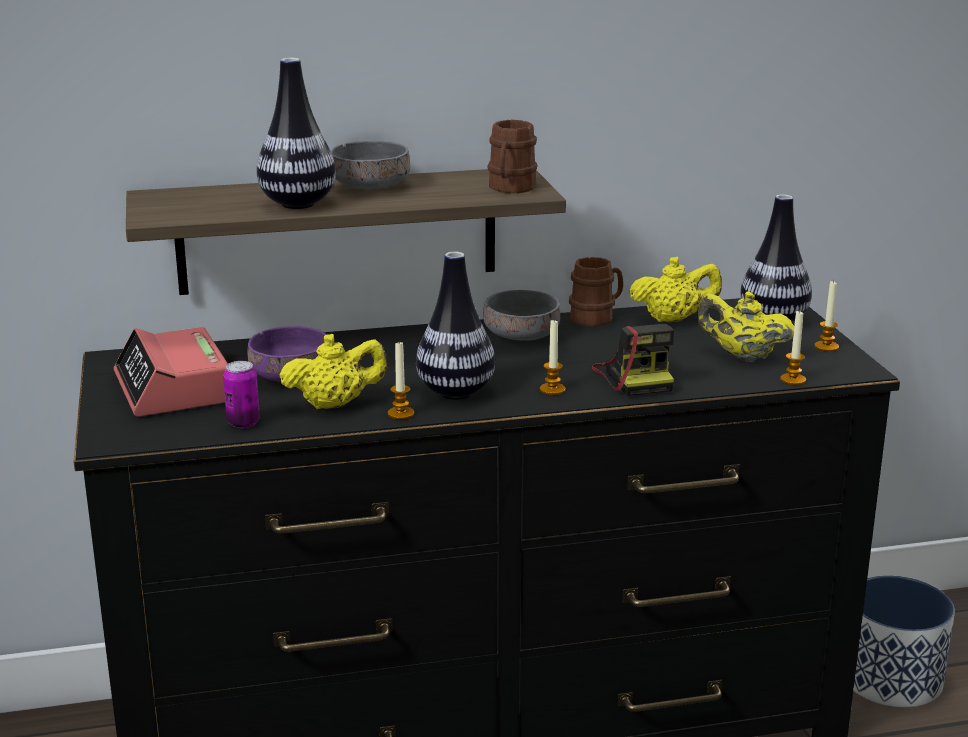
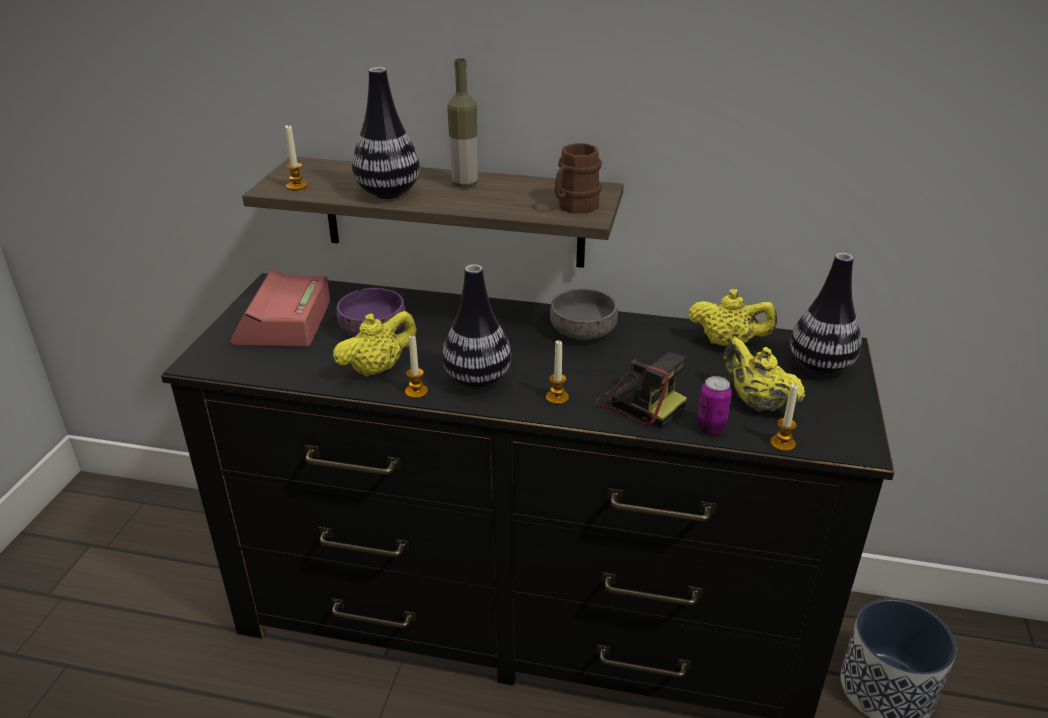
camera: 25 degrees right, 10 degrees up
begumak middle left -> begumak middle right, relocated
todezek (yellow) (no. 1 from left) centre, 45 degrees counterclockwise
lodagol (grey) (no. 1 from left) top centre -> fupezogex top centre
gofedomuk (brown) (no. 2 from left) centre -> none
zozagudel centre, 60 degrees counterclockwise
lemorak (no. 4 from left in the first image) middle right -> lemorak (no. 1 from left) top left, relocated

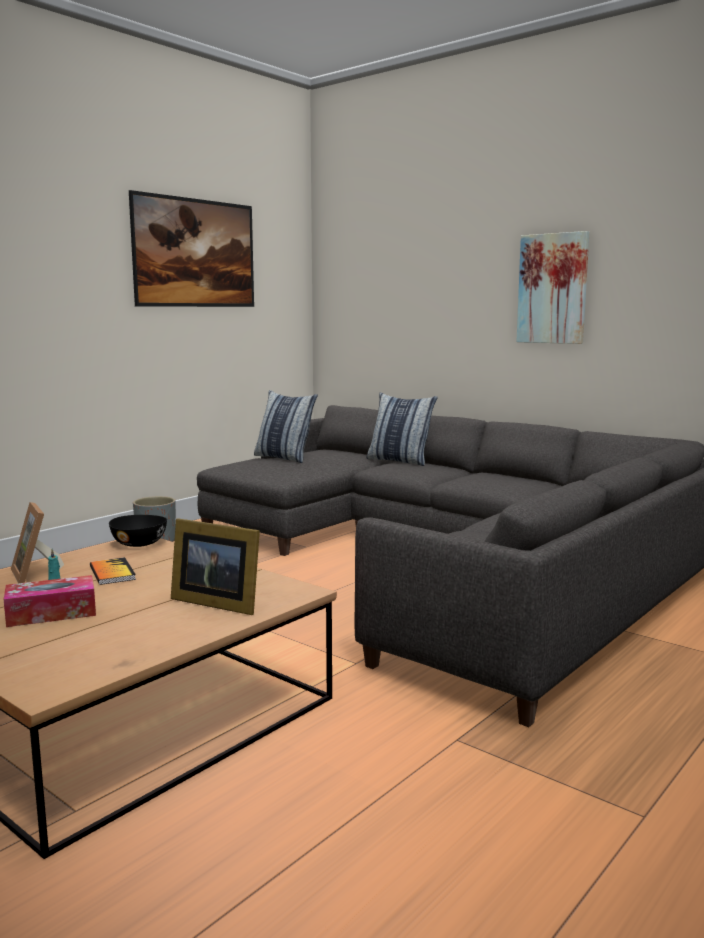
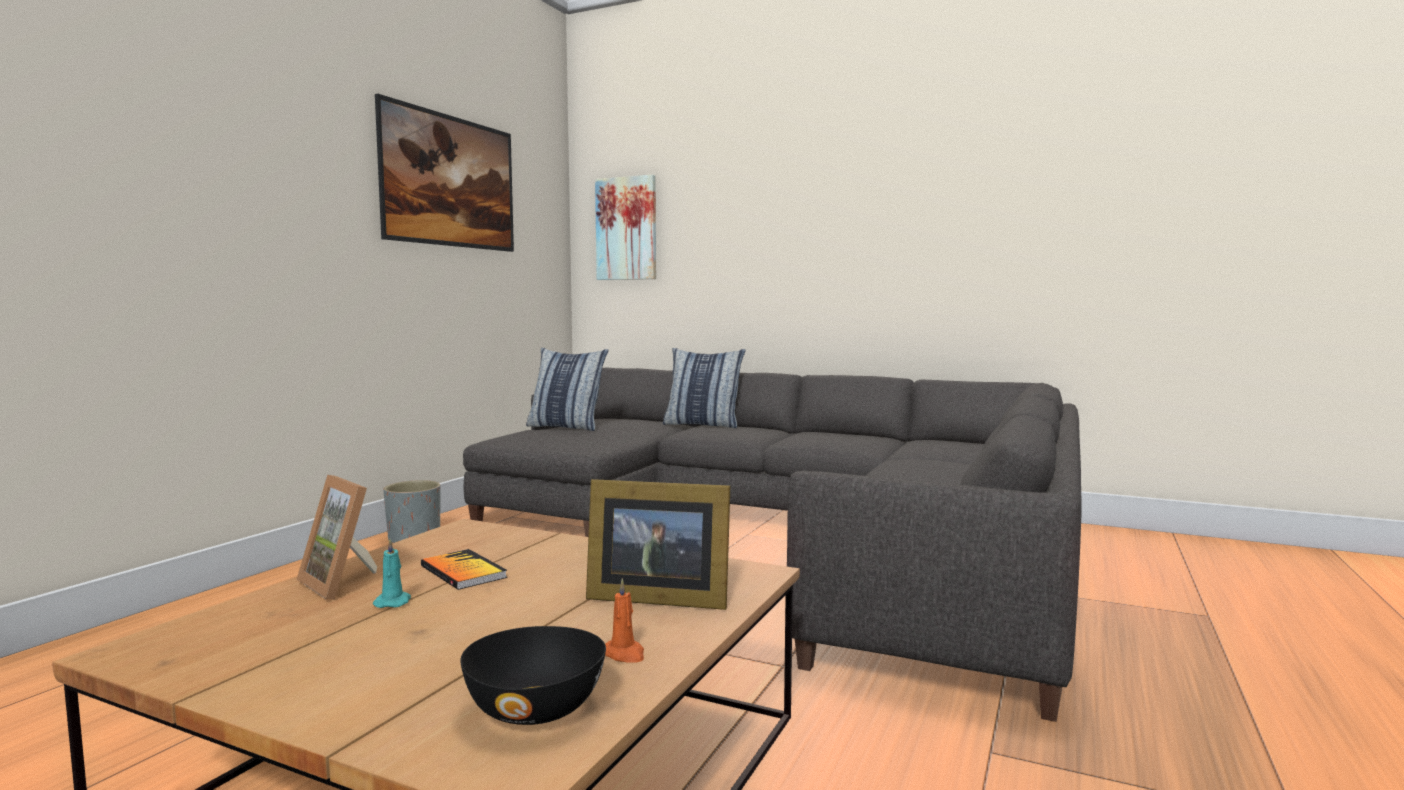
camera: 15 degrees left, 5 degrees down
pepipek middle left -> none
lodagol (black) middle left -> lodagol (black) bottom centre, relocated
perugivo (no. 2 from left) top right -> perugivo (no. 2 from left) top centre, relocated
none -> lemorak (orange) bottom centre

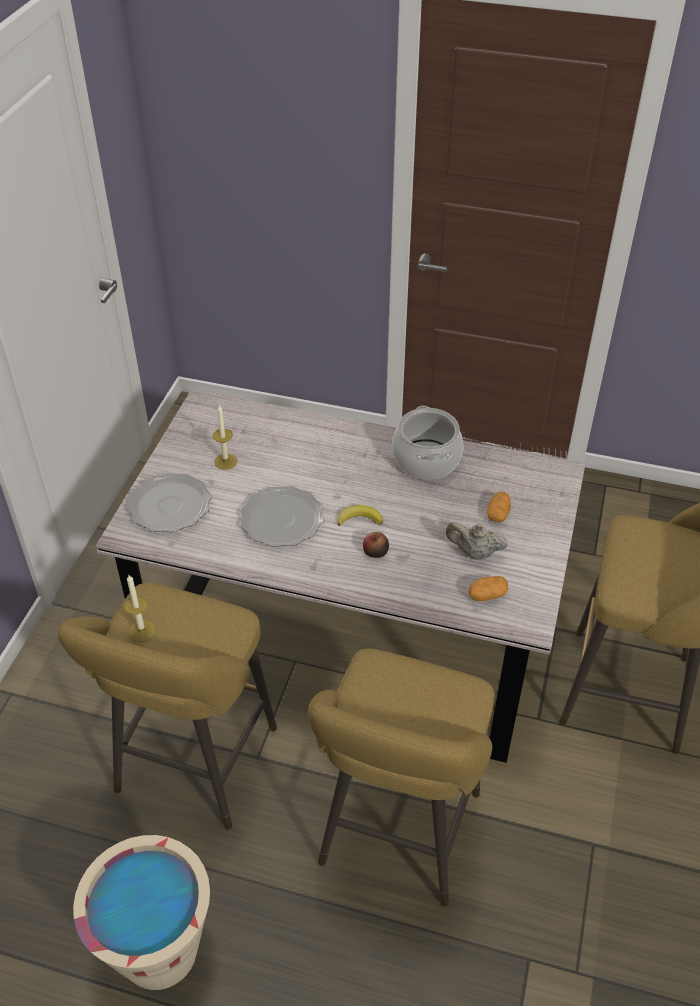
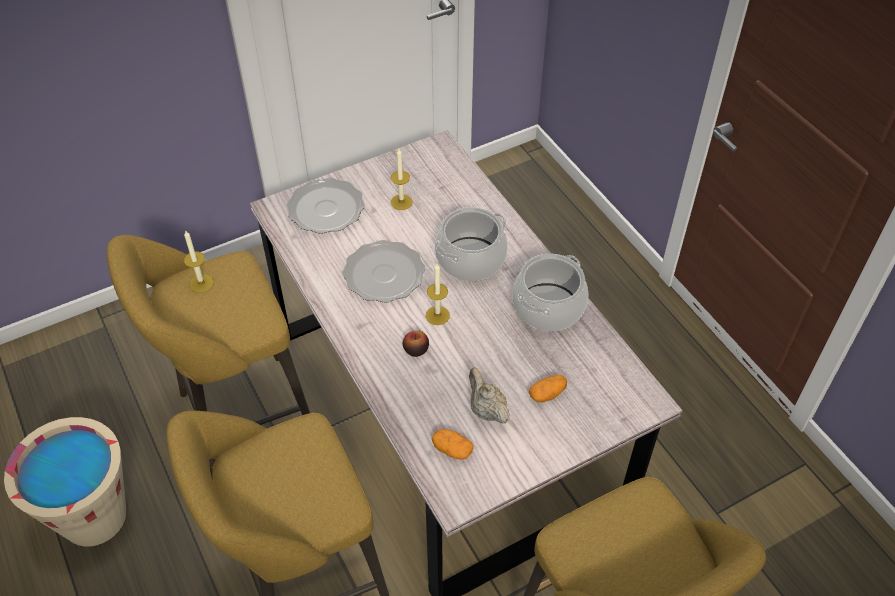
camera: 45 degrees right, 5 degrees up
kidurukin centre -> lemorak (no. 3 from left) centre
none -> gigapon (no. 1 from left) centre

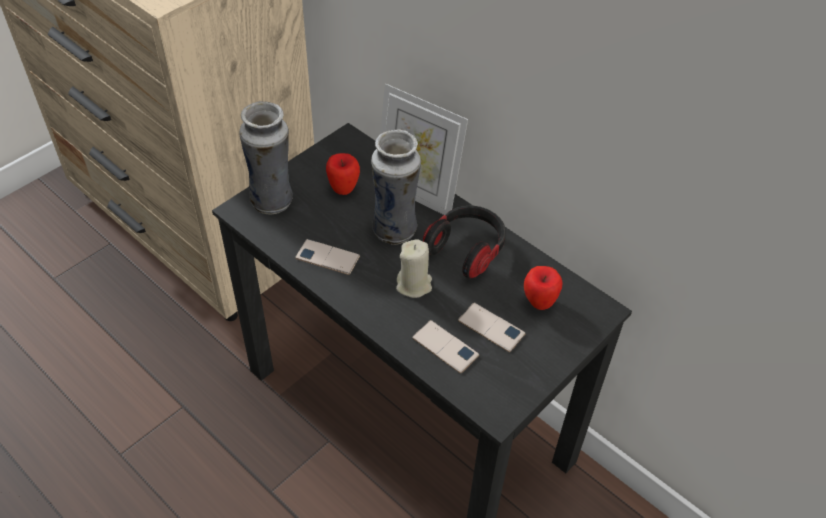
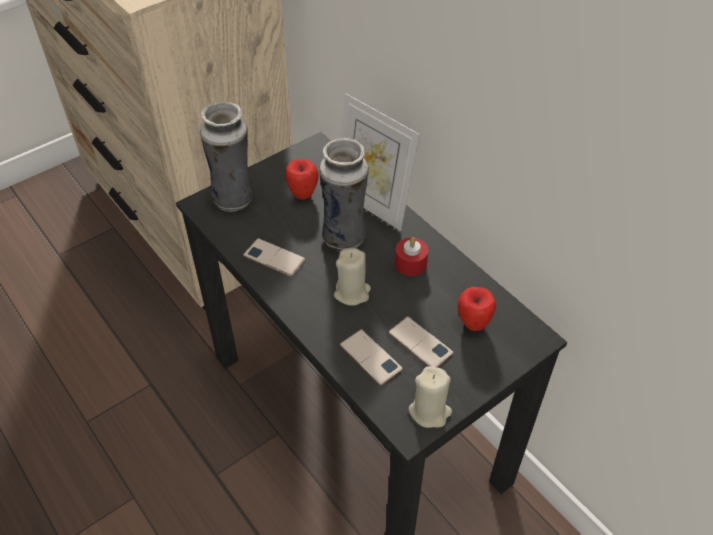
camera: 10 degrees right, 0 degrees up
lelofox centre -> lemorak (red) centre
none -> lemorak (beige) (no. 2 from left) bottom centre

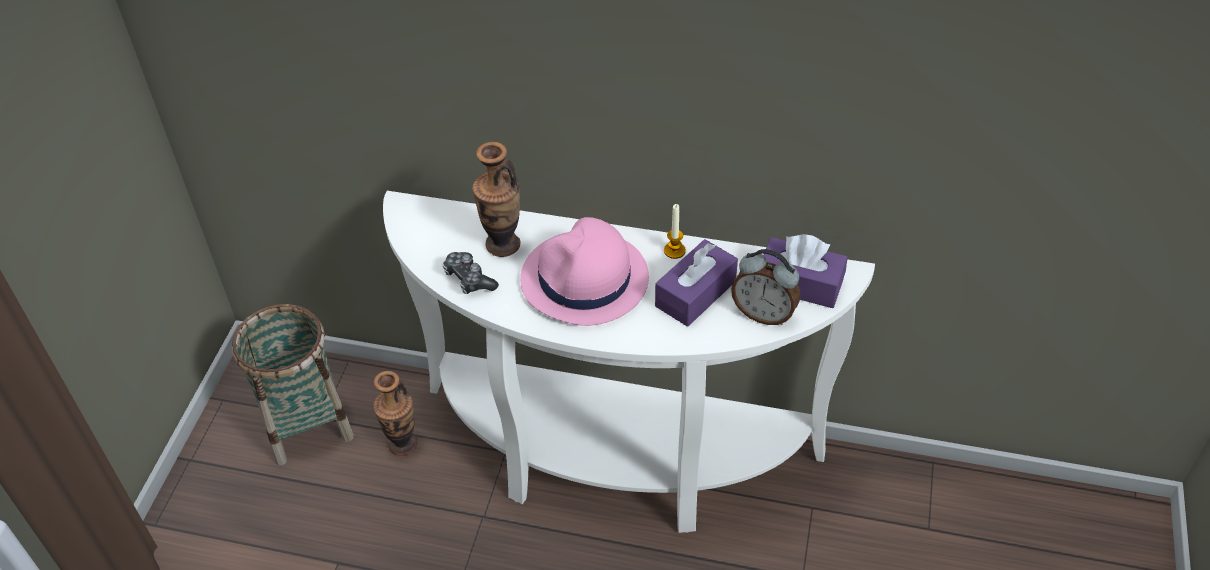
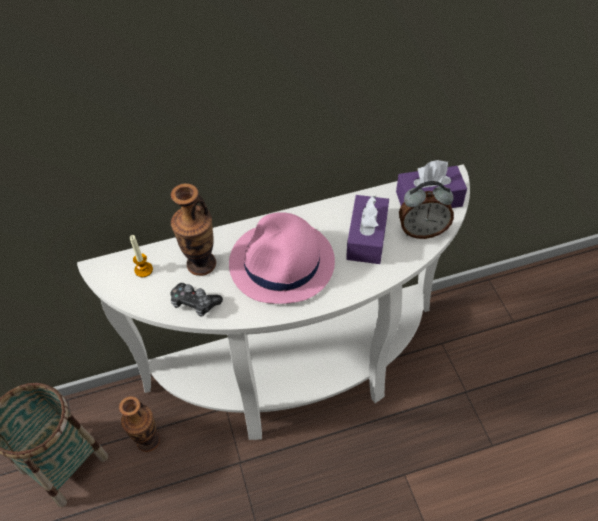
camera: 30 degrees left, 5 degrees up
lemorak centre -> lemorak middle left, relocated

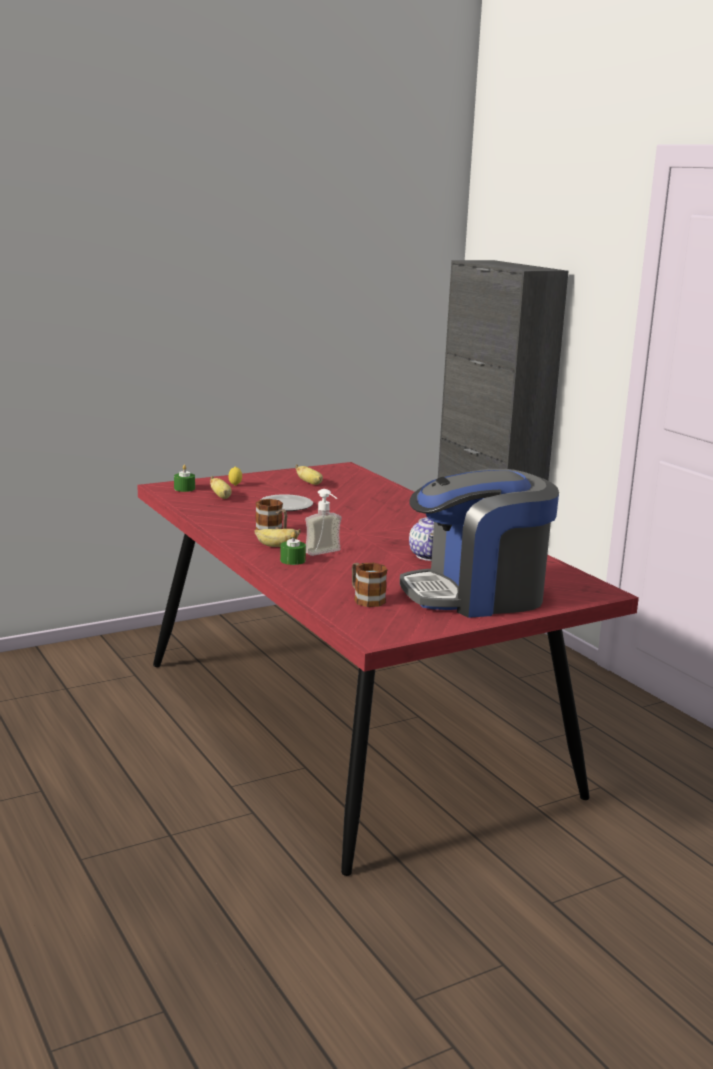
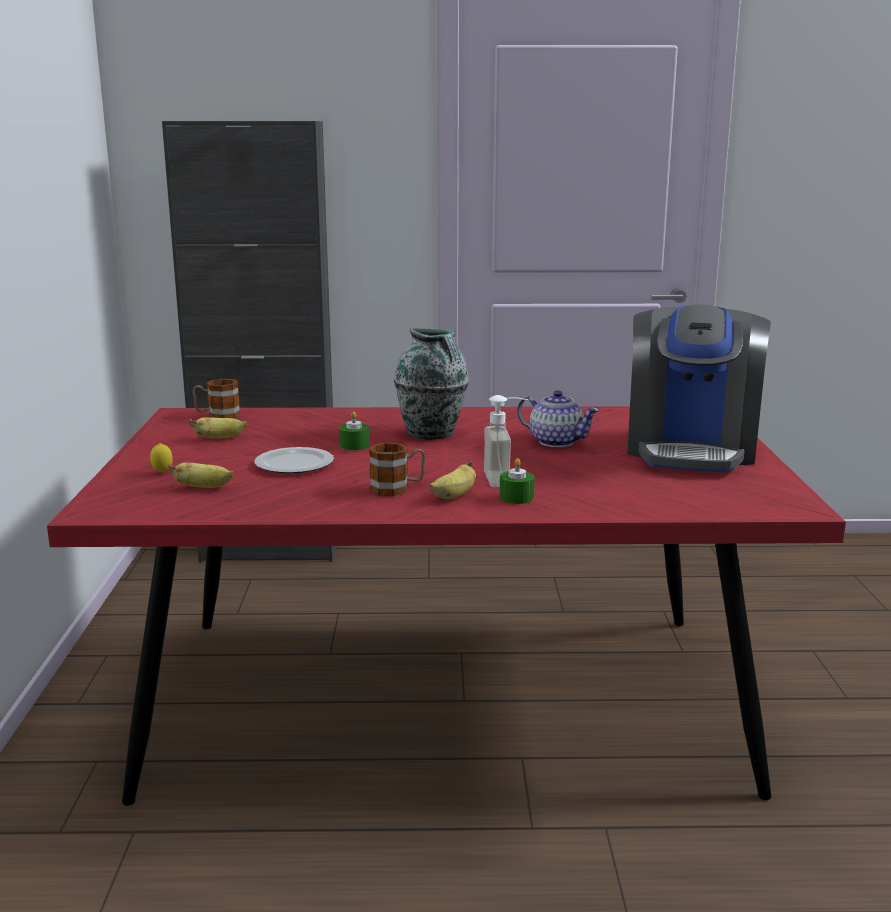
camera: 60 degrees left, 0 degrees up
lemorak (green) (no. 1 from left) middle left -> lemorak (green) (no. 1 from left) centre, relocated
gofedomuk (no. 2 from left in the first image) centre -> gofedomuk (no. 1 from left) middle left, relocated
none -> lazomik centre

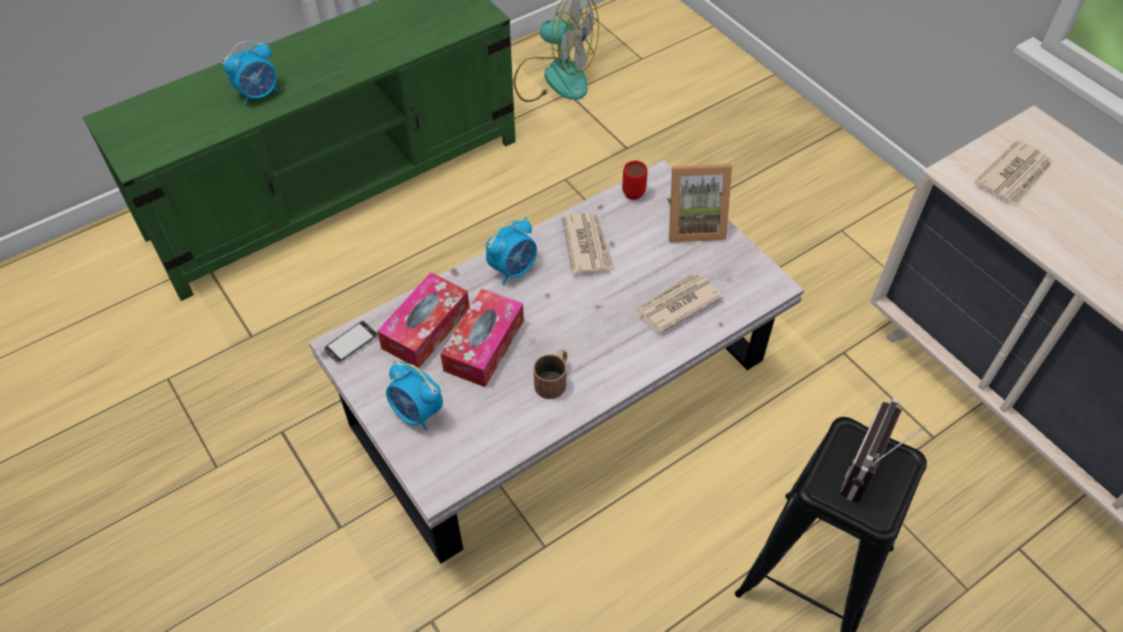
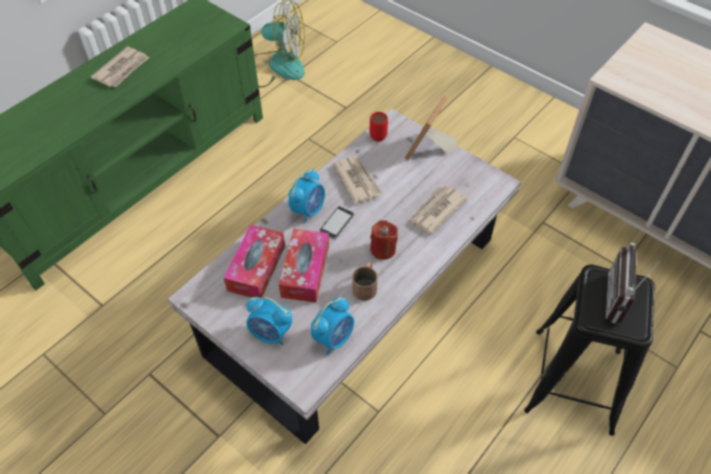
camera: 15 degrees left, 0 degrees up
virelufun (no. 1 from left in the first image) top left -> virelufun (no. 3 from left) bottom centre, relocated
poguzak middle left -> poguzak centre, relocated
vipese top centre, 135 degrees clockwise
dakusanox (no. 3 from left in the first image) top right -> dakusanox (no. 1 from left) top left, relocated
none -> lemorak (red) centre

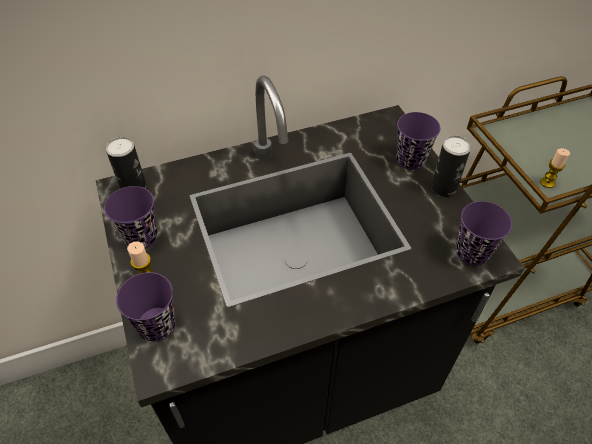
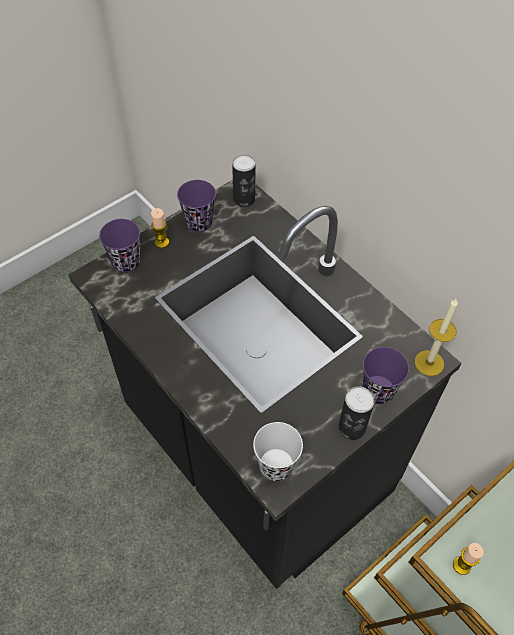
camera: 70 degrees right, 5 degrees up
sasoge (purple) (no. 4 from left) middle right -> sasoge (white) bottom centre
none -> lemorak (no. 2 from left) middle right

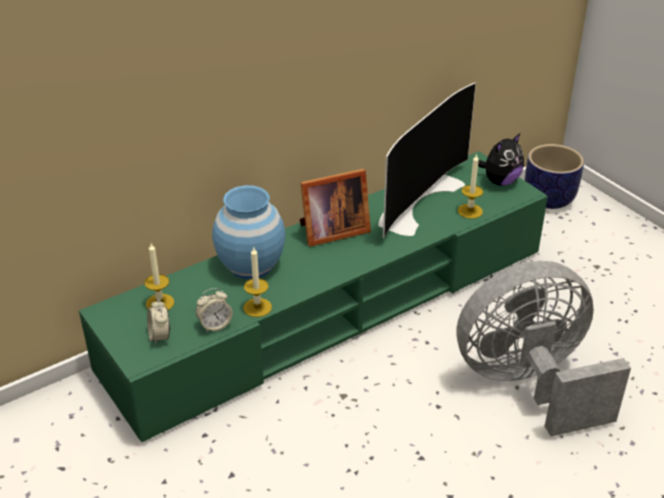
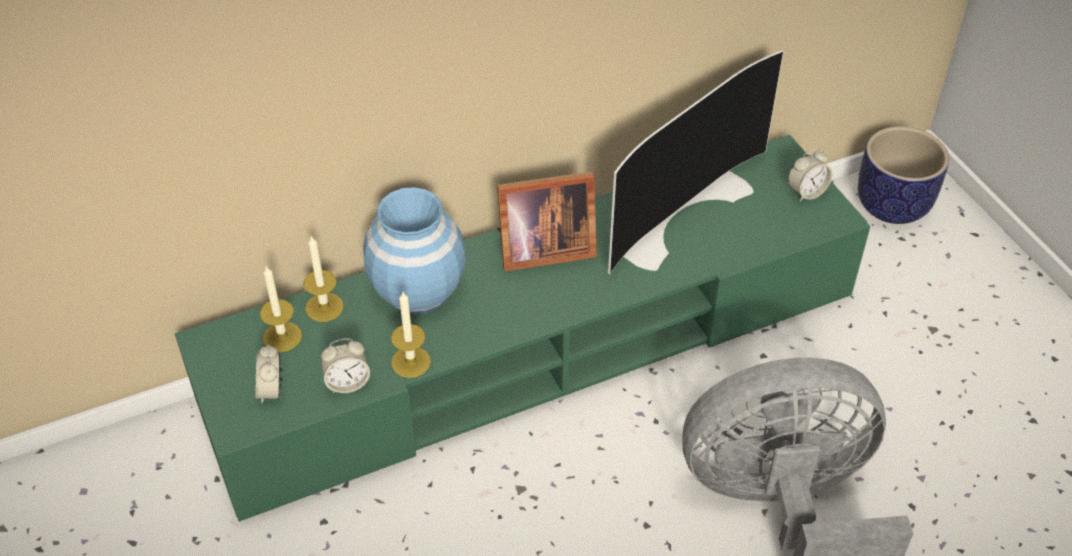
camera: 10 degrees right, 10 degrees up
lemorak (no. 3 from left in the first image) middle right -> lemorak (no. 2 from left) middle left, relocated
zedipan top right -> virelufun (no. 3 from left) top right

